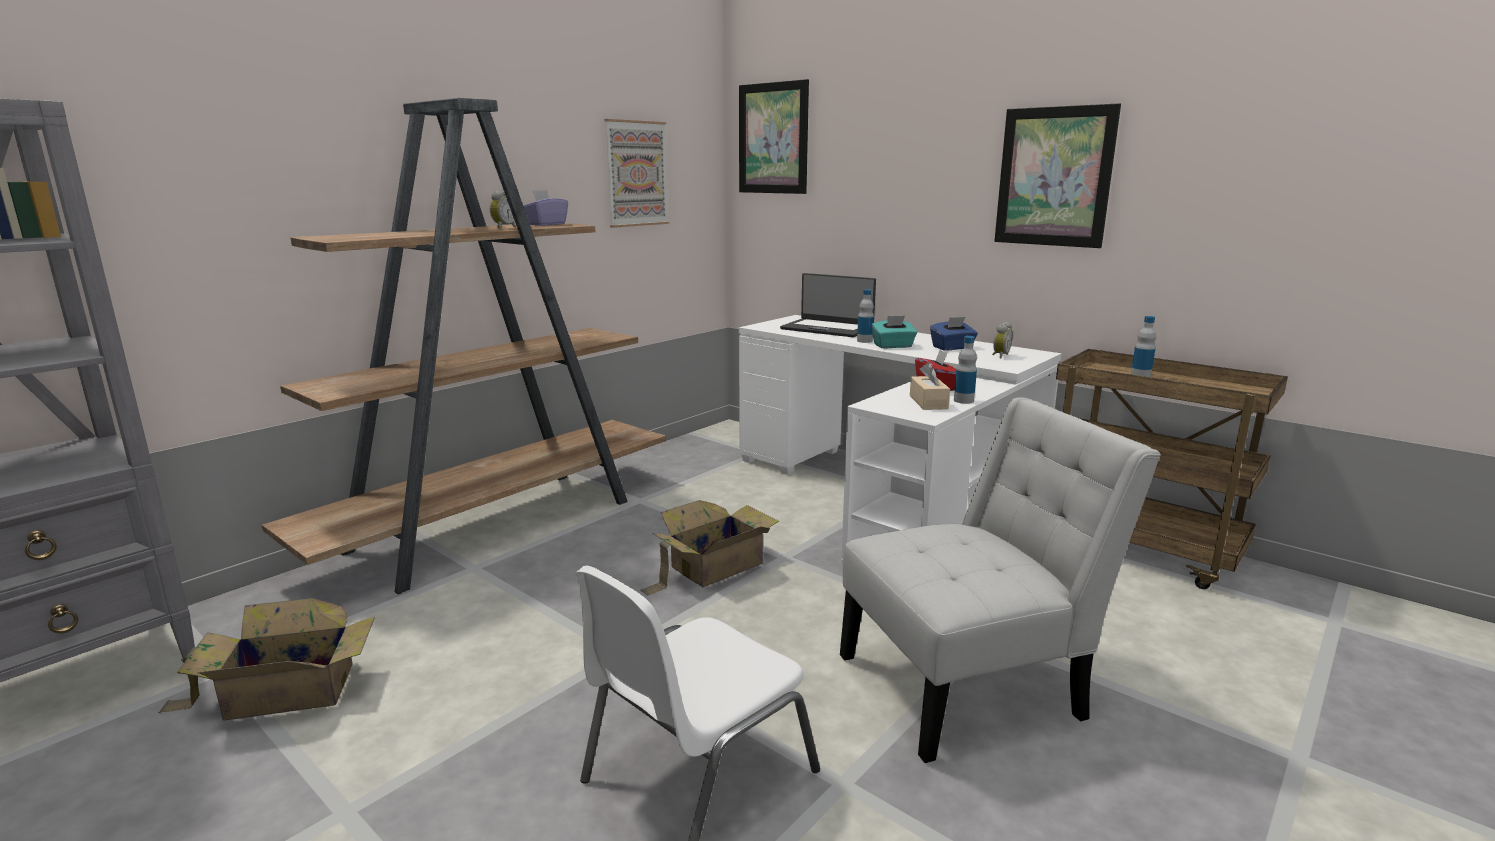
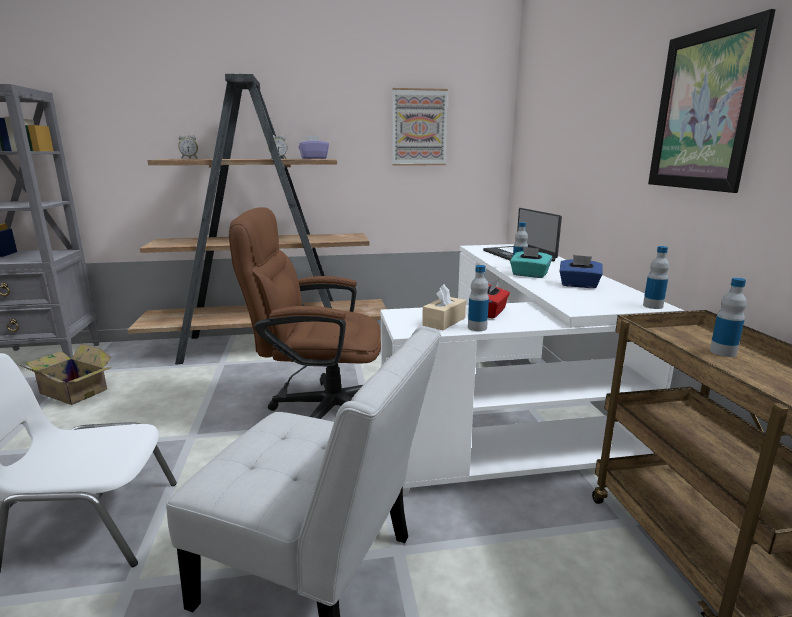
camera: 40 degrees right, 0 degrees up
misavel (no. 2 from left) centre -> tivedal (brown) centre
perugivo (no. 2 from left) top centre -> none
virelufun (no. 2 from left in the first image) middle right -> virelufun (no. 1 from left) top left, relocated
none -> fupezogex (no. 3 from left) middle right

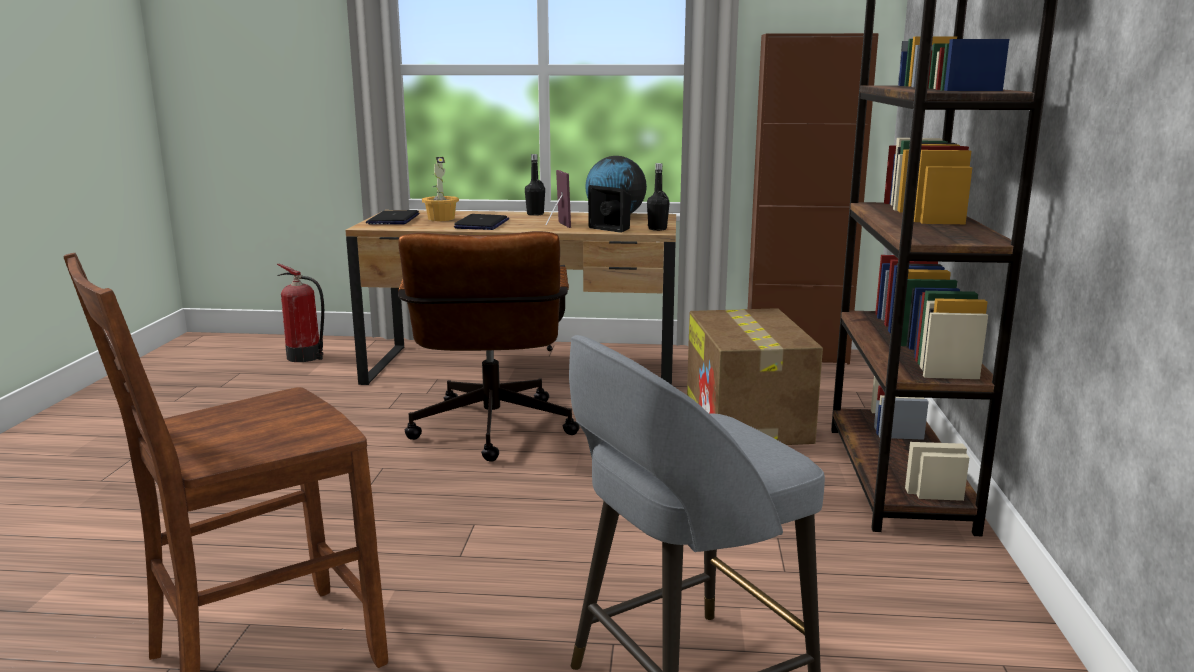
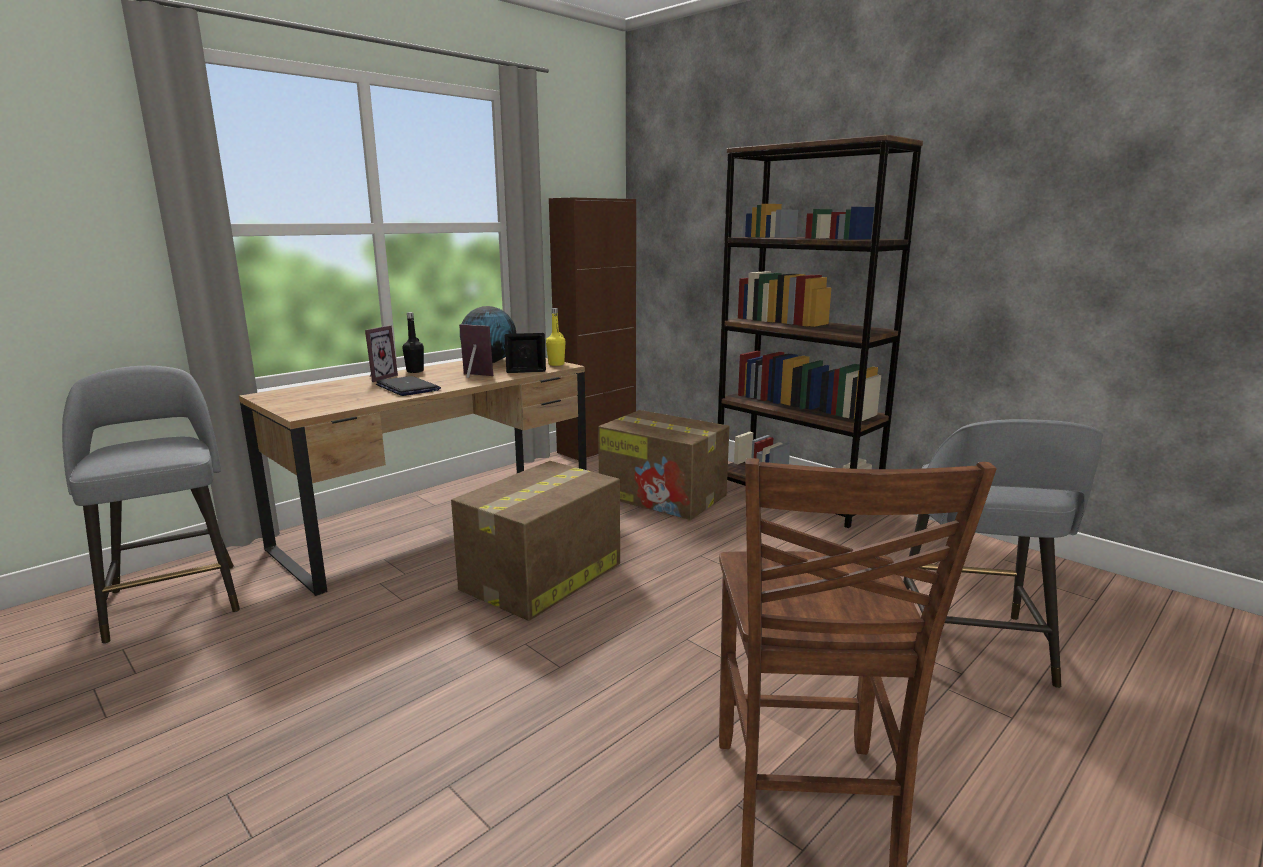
camera: 50 degrees left, 0 degrees up
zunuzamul middle left -> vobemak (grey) (no. 1 from left) middle left
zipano (no. 1 from left) top left -> none
tivedal (brown) centre -> misavel (no. 1 from left) centre
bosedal top centre -> none
fupezogex (black) (no. 2 from left) top centre -> fupezogex (yellow) centre
none -> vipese (no. 1 from left) middle left

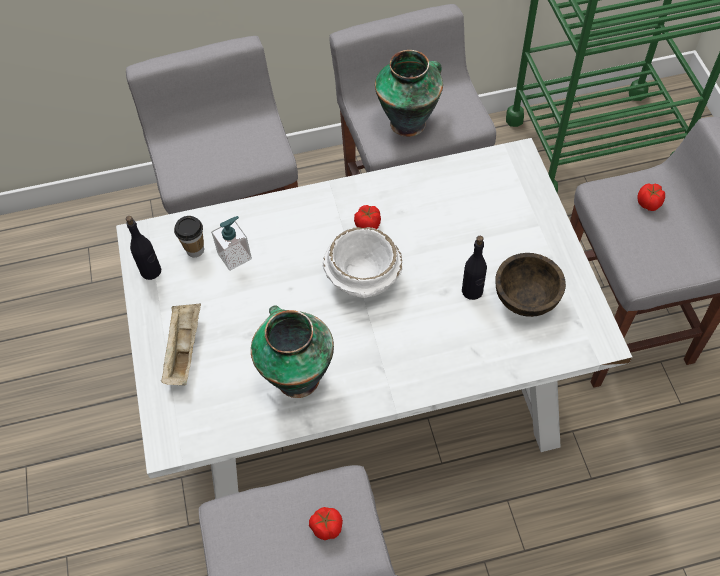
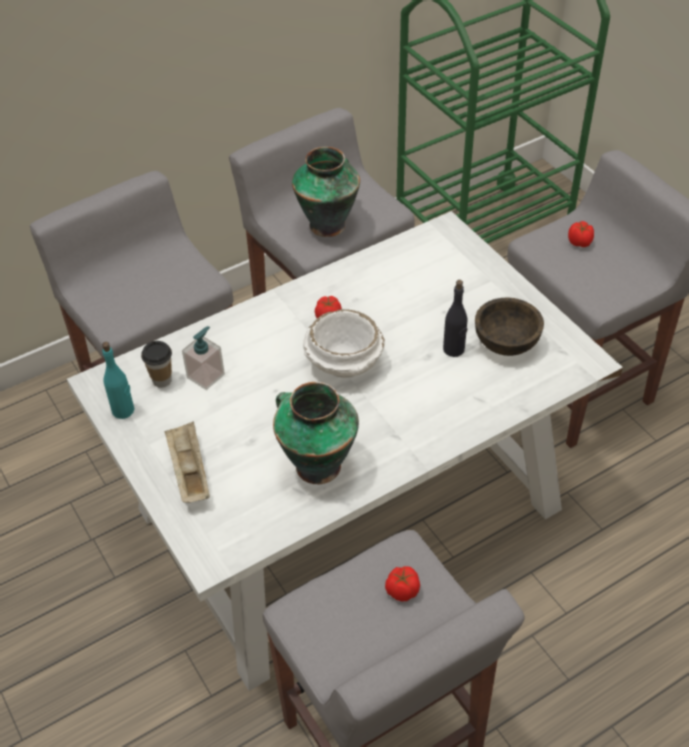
camera: 20 degrees left, 10 degrees down
fupezogex (black) (no. 1 from left) middle left -> fupezogex (turquoise) middle left

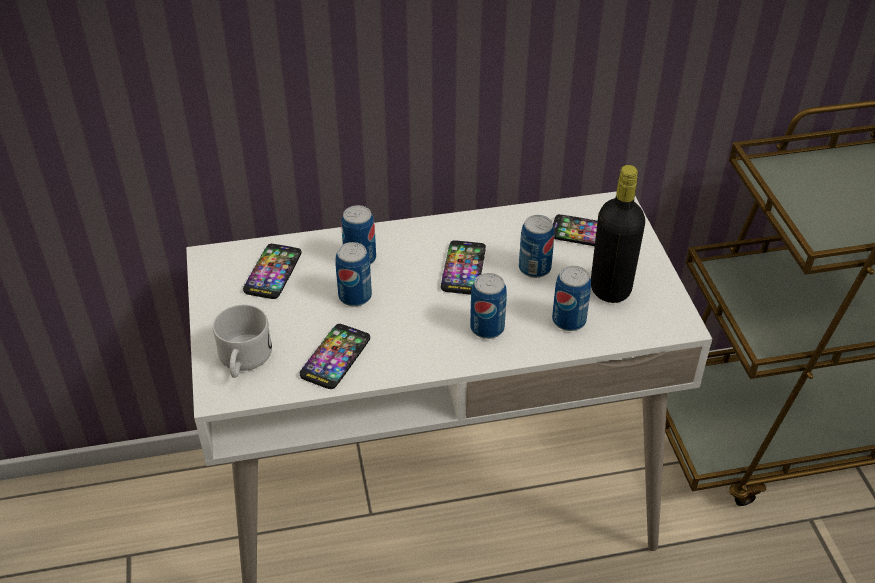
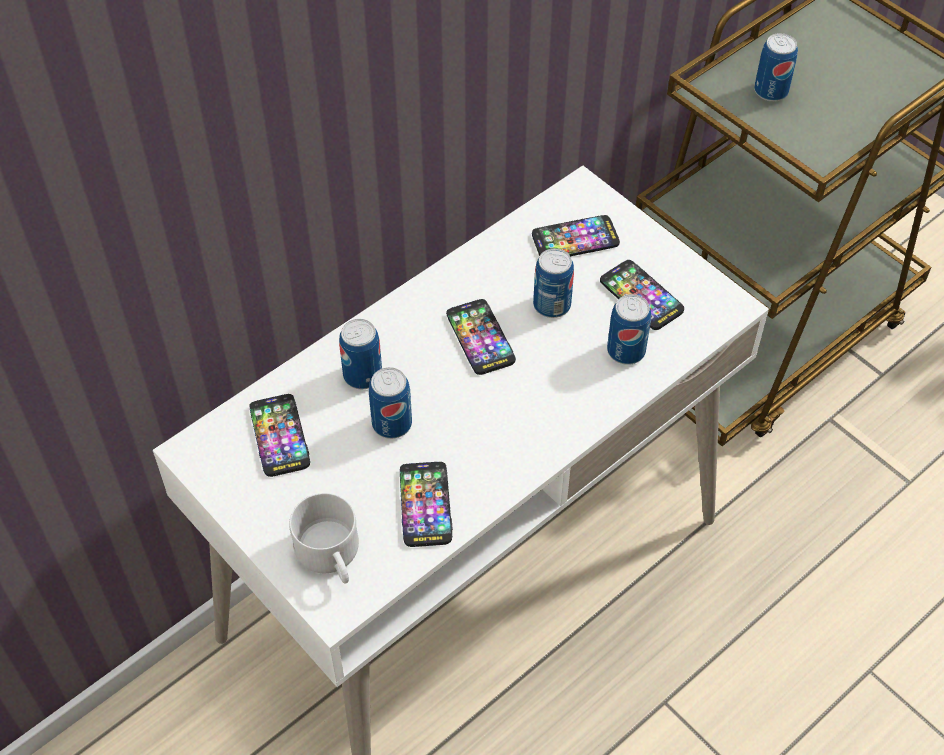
camera: 30 degrees left, 10 degrees up
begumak (no. 3 from left in the first image) centre -> begumak (no. 5 from left) top right, relocated
fupezogex (black) middle right -> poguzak (no. 5 from left) middle right

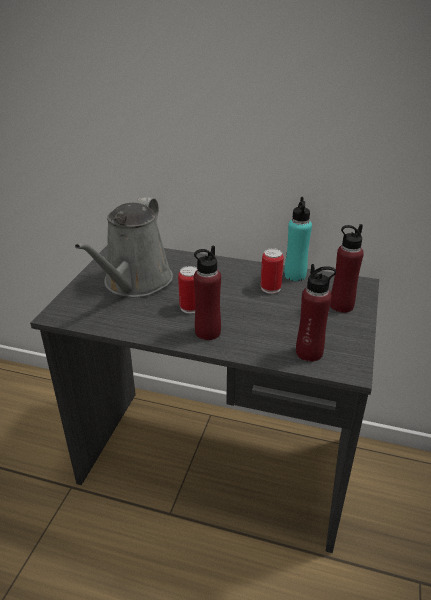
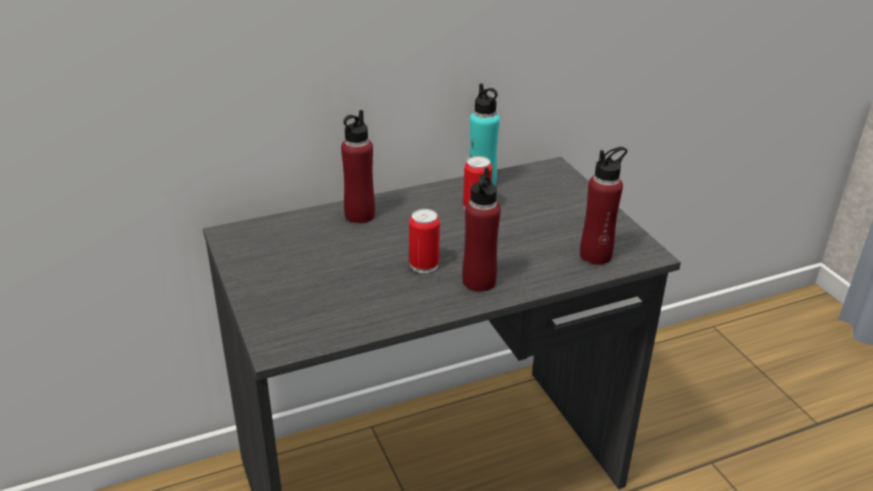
camera: 40 degrees left, 0 degrees up
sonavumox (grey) middle left -> none
fupezogex (red) (no. 3 from left in the first image) middle right -> fupezogex (red) (no. 1 from left) centre, relocated

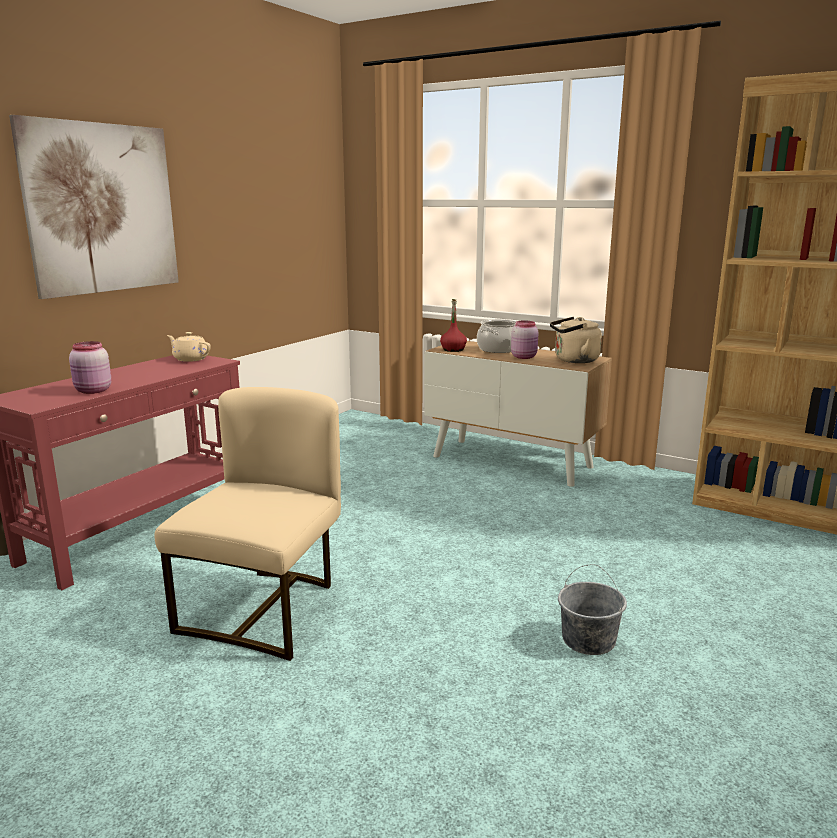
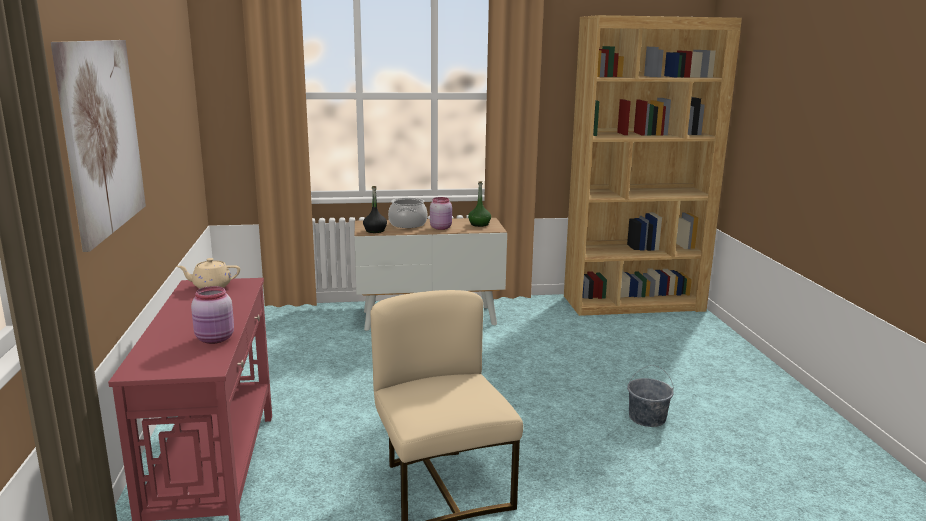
camera: 40 degrees left, 0 degrees up
fupezogex (red) centre -> fupezogex (black) centre
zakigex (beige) middle right -> fupezogex (green) centre

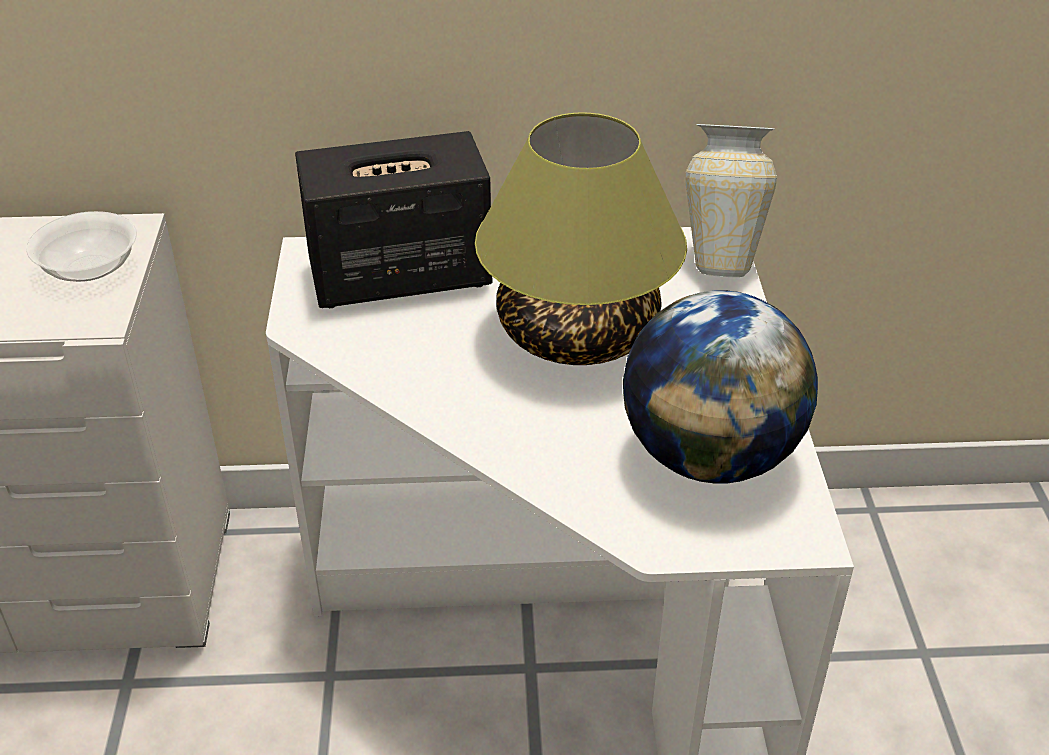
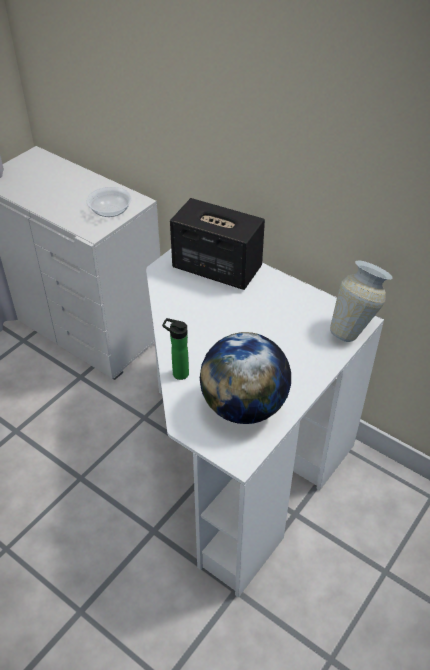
camera: 40 degrees right, 5 degrees up
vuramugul top centre -> none
none -> fupezogex centre

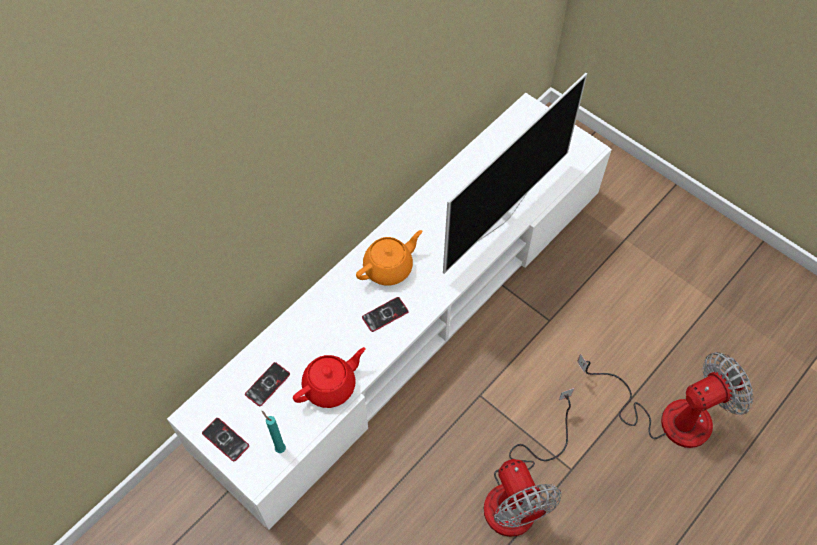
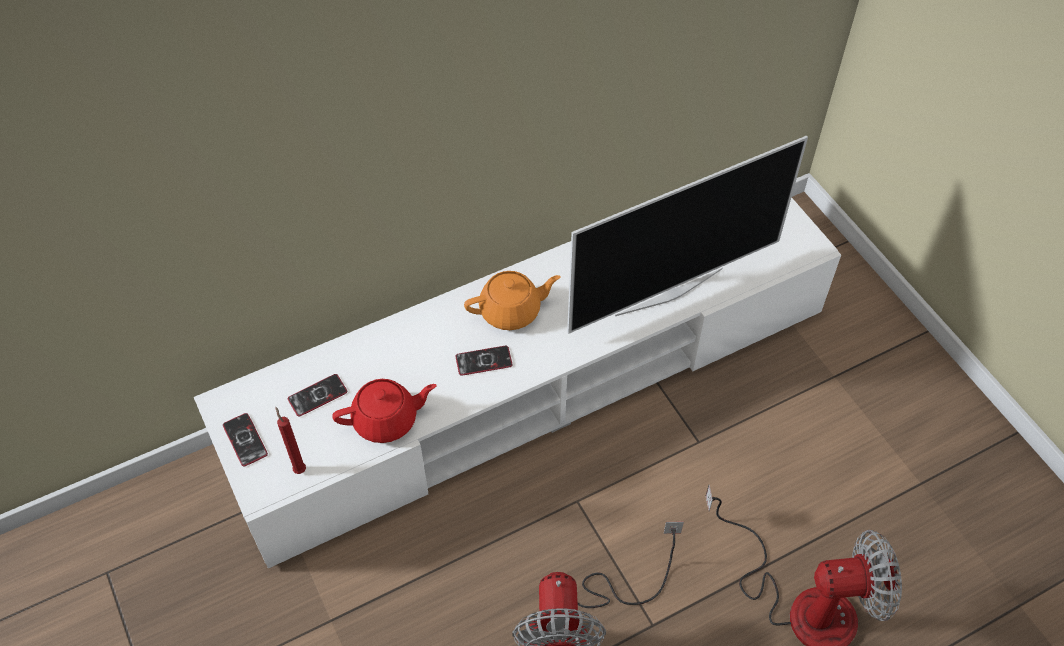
camera: 20 degrees right, 5 degrees down
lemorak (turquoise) bottom centre -> lemorak (red) bottom left

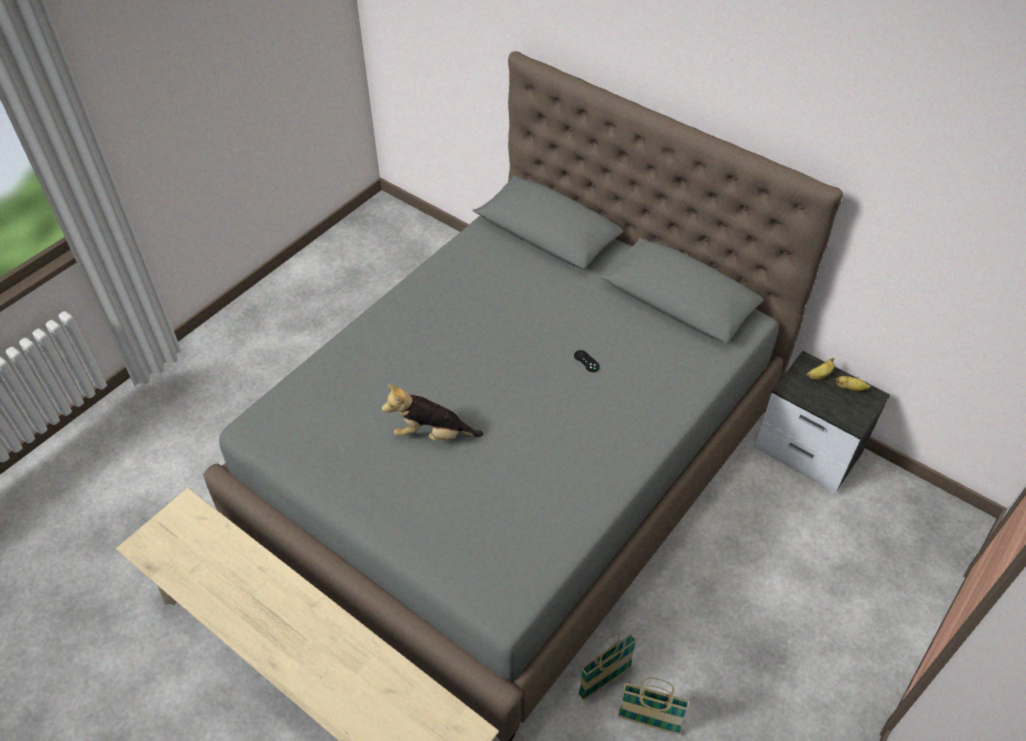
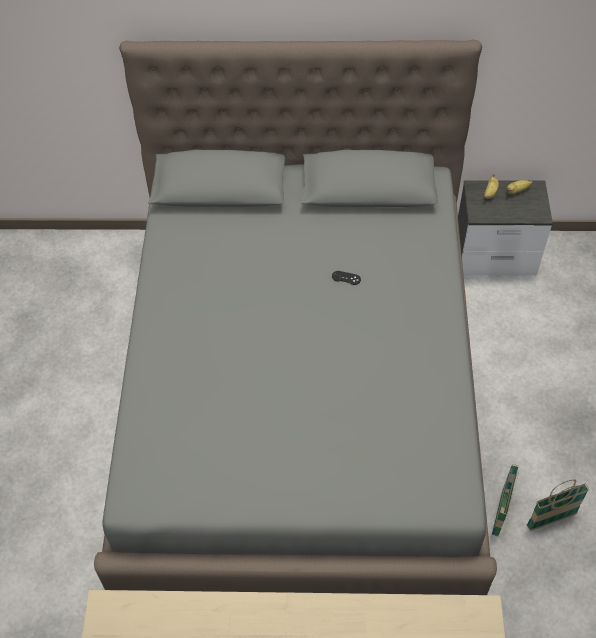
camera: 35 degrees left, 5 degrees up
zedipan centre -> none

